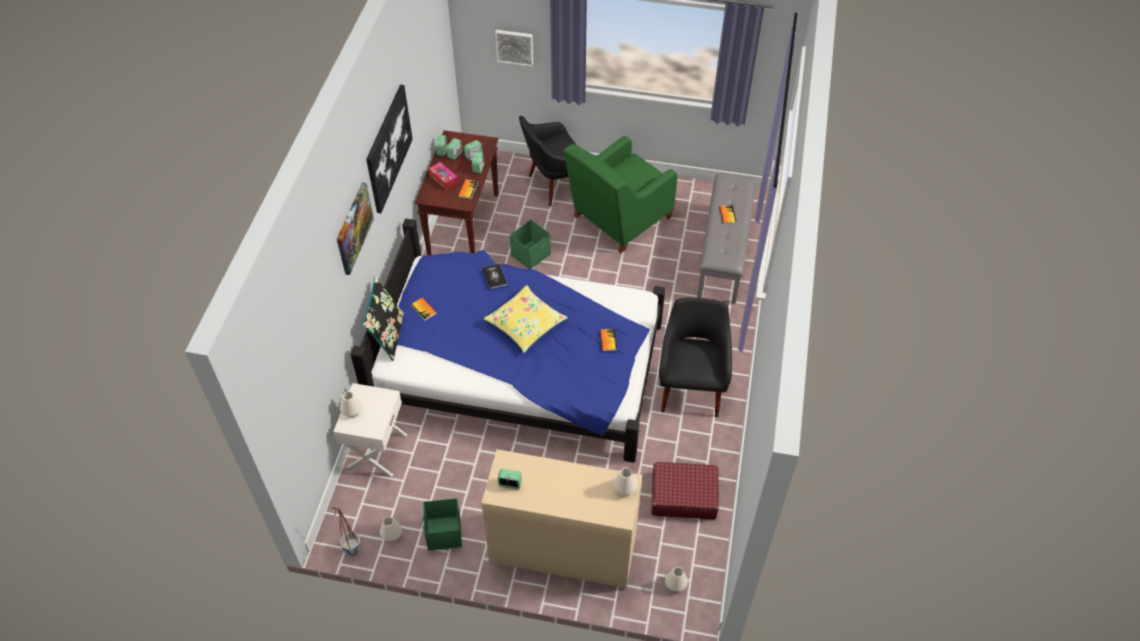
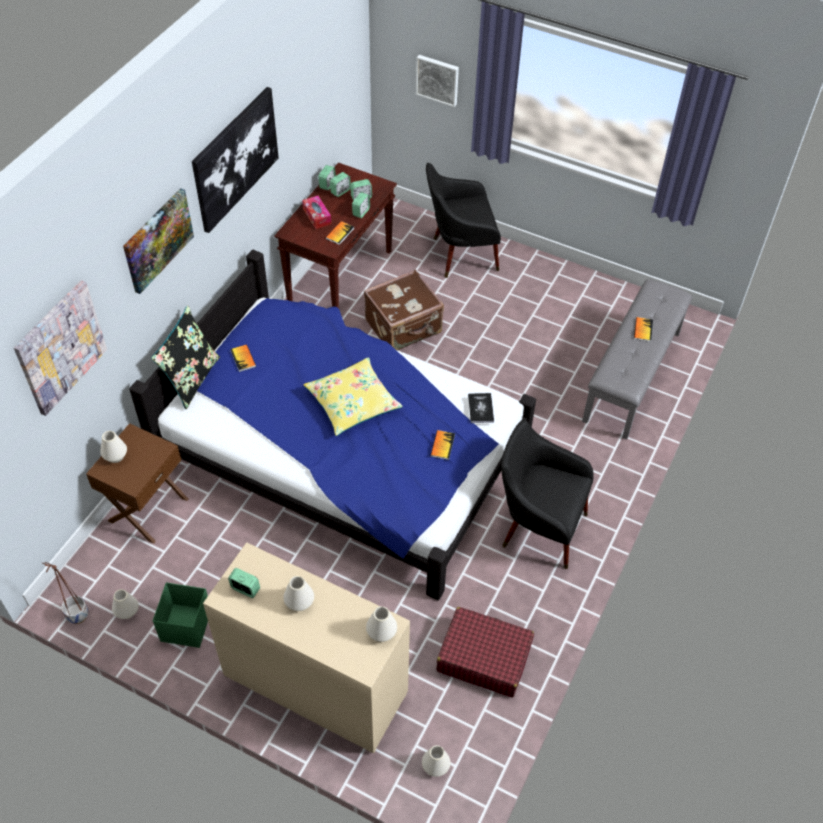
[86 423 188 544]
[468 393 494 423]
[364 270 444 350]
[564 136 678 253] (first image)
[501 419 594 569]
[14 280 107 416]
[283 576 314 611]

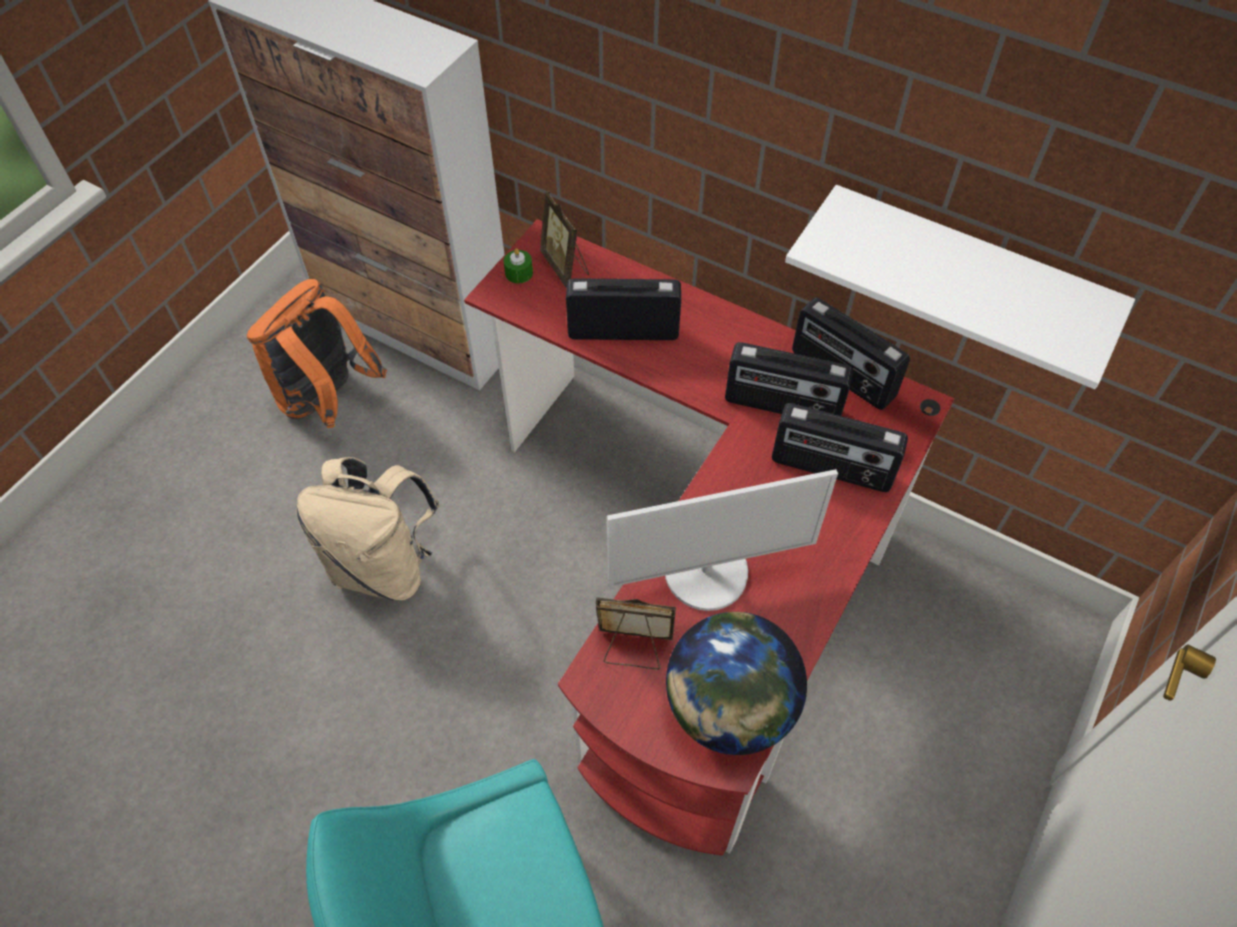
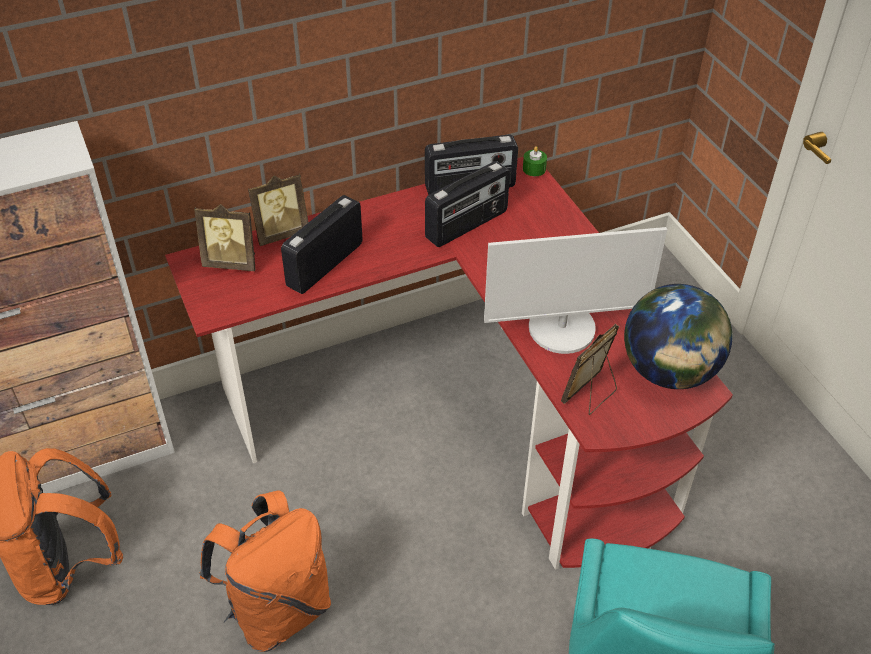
[199 490 331 652]
[523 146 547 176]
[484 227 667 354]
[772 403 908 492] (first image)
[785 185 1135 389] (first image)
[248 174 308 246]

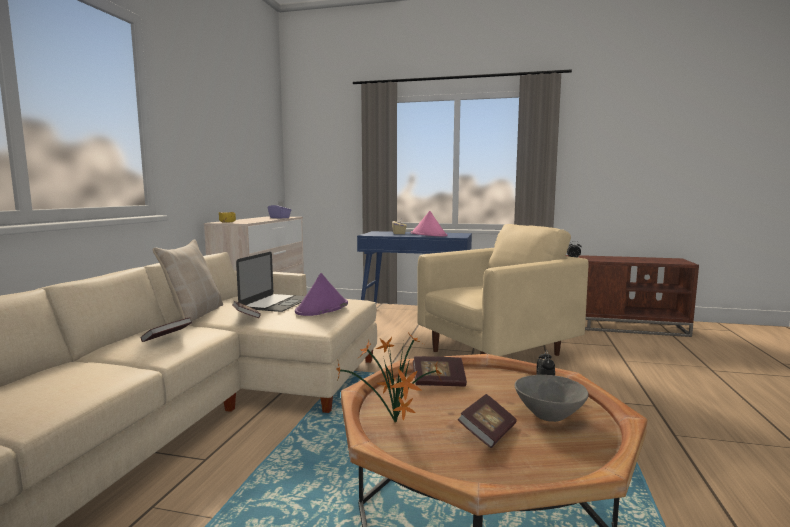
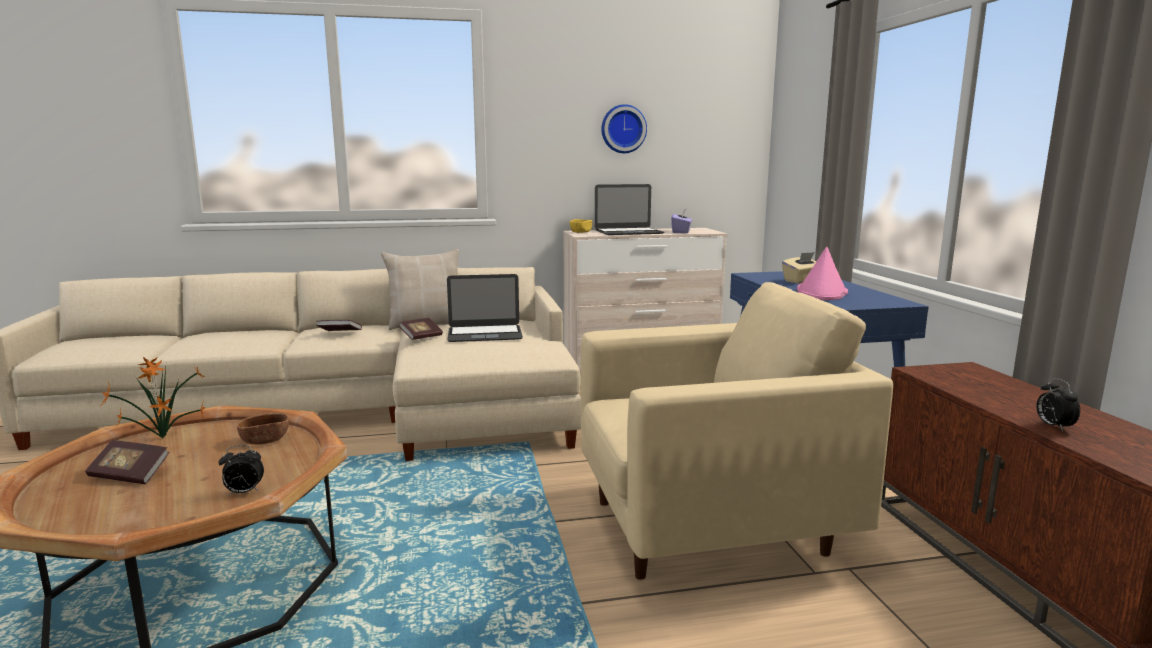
[295 273 348 316] (first image)
[237 413 289 445]
[580 282 893 580]
[515 375 589 422] (first image)
[595 184 665 235]
[601 104 647 153]

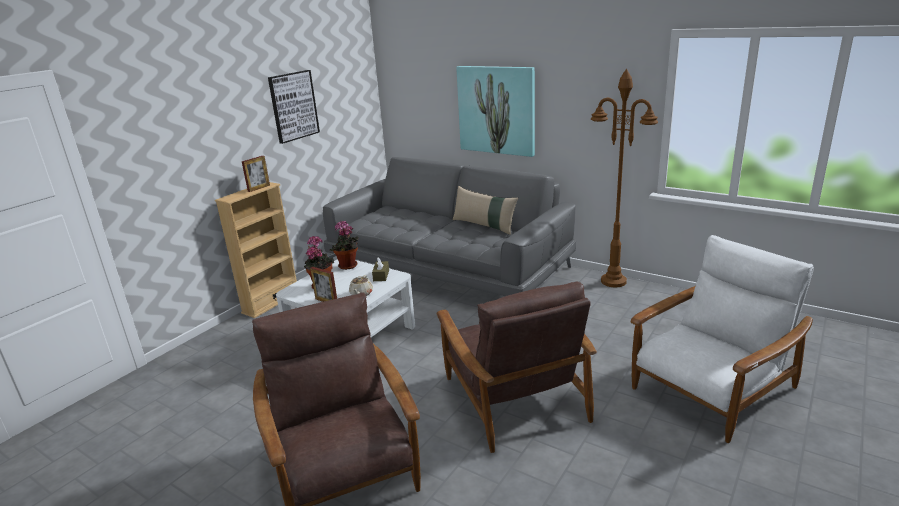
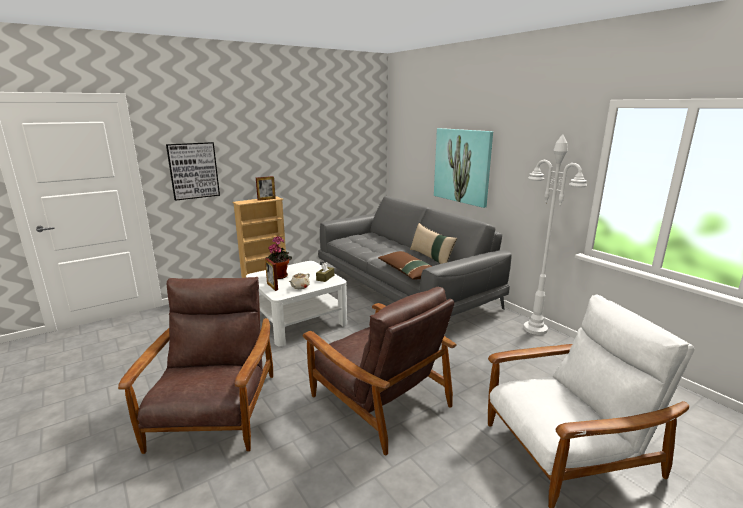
[166 142 220 201]
[330 221 359 270] (first image)
[303 287 457 455]
[524 134 587 335]
[378 251 432 280]

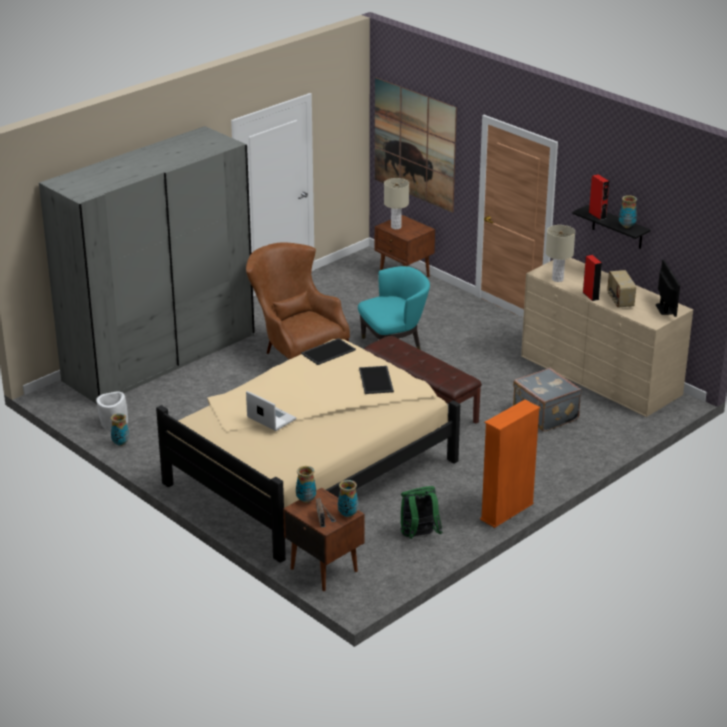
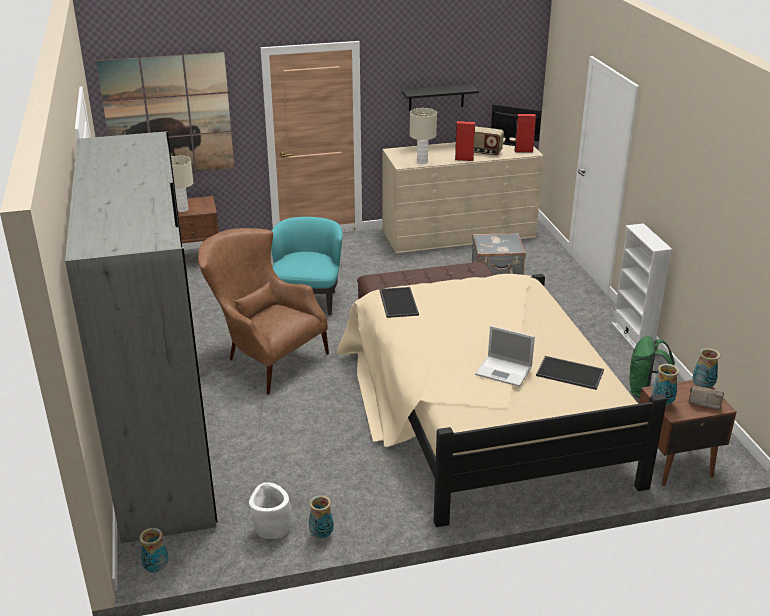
[198 228 329 394]
[475 326 535 387]
[536 356 604 390]
[612 223 672 349]
[514 114 536 153]
[139 528 168 573]

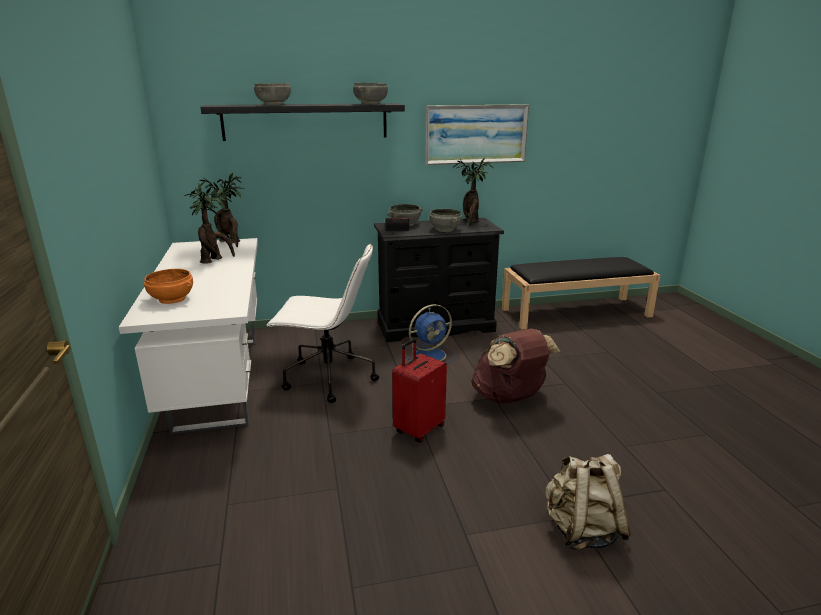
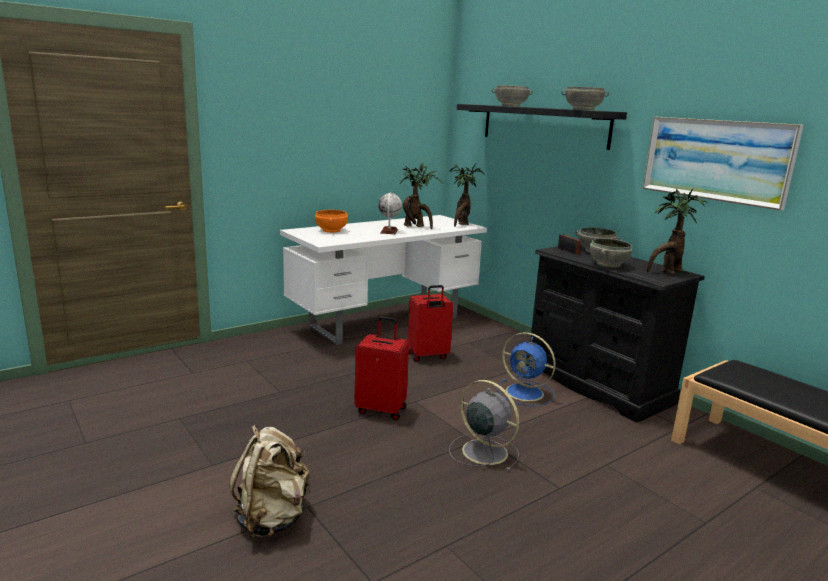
[408 285 453 362]
[449 380 520 471]
[378 193 402 234]

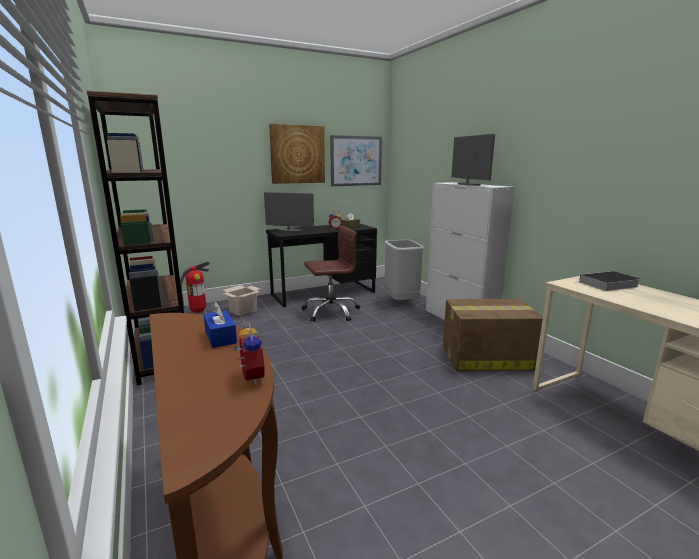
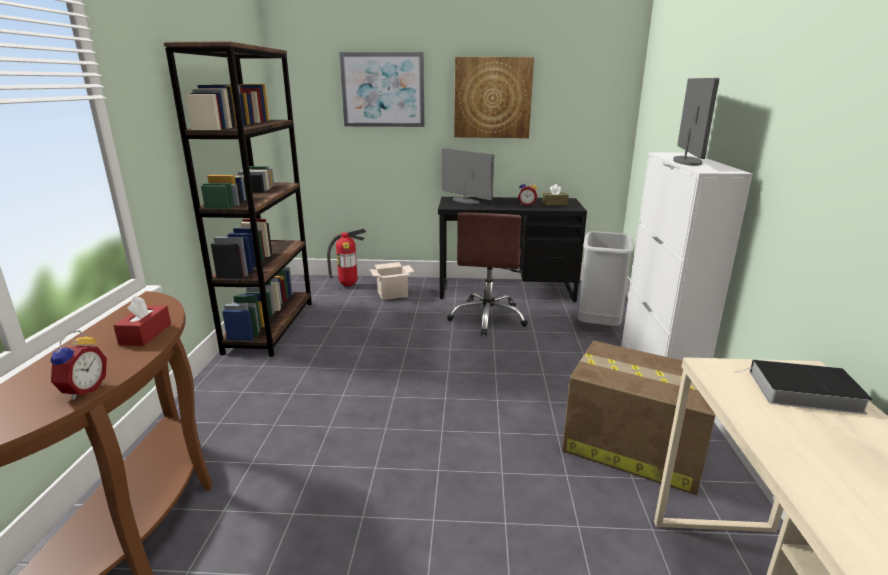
[113 295 171 346]
[447 213 528 336]
[339 52 425 127]

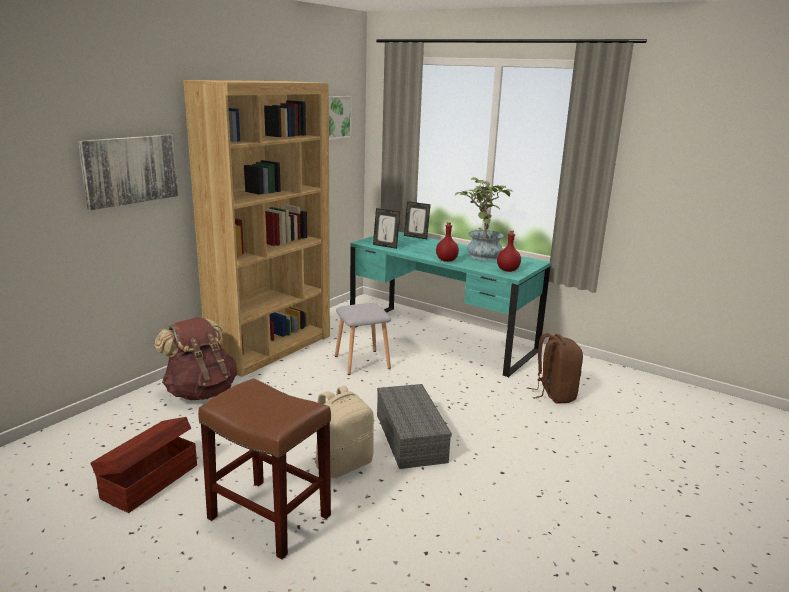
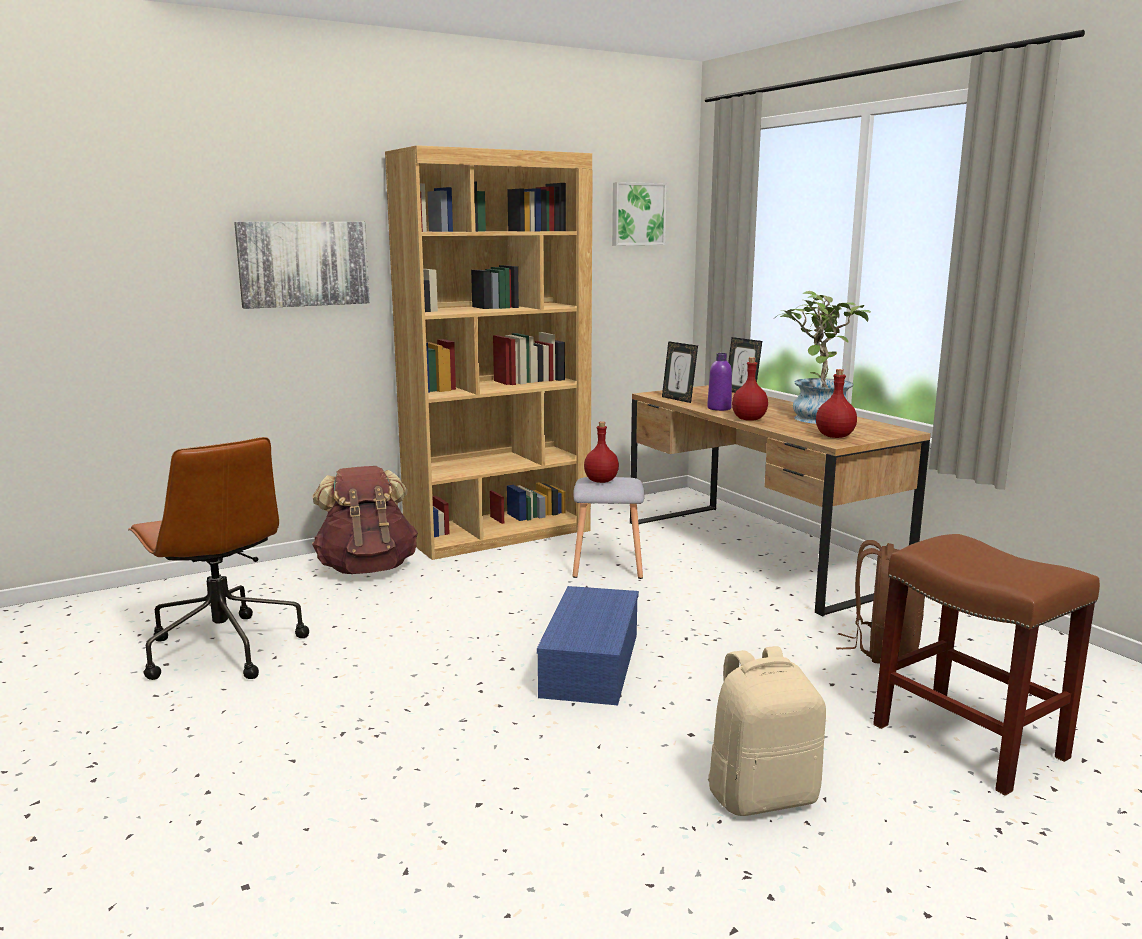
[128 437 309 680]
[873 534 1100 796]
[708 646 826 816]
[630 385 931 616]
[537 586 639 705]
[584 421 619 483]
[707 353 732 411]

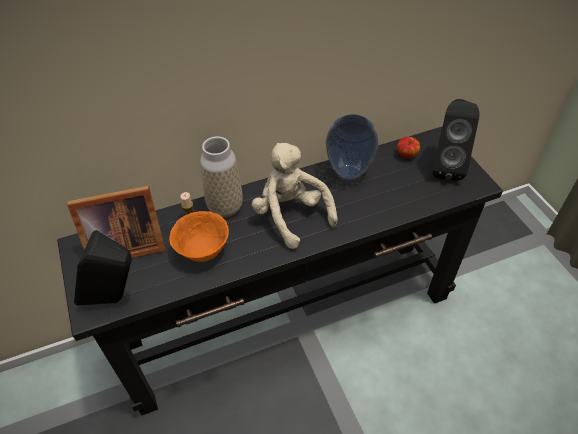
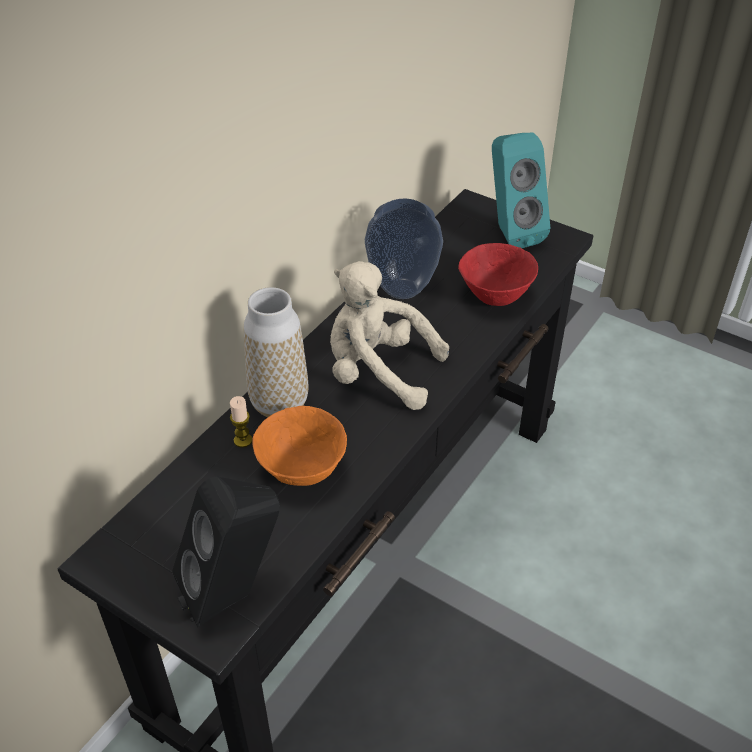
[67 186 166 258] (first image)
[397 137 420 158] (first image)
[492 132 550 248]
[458 243 538 306]

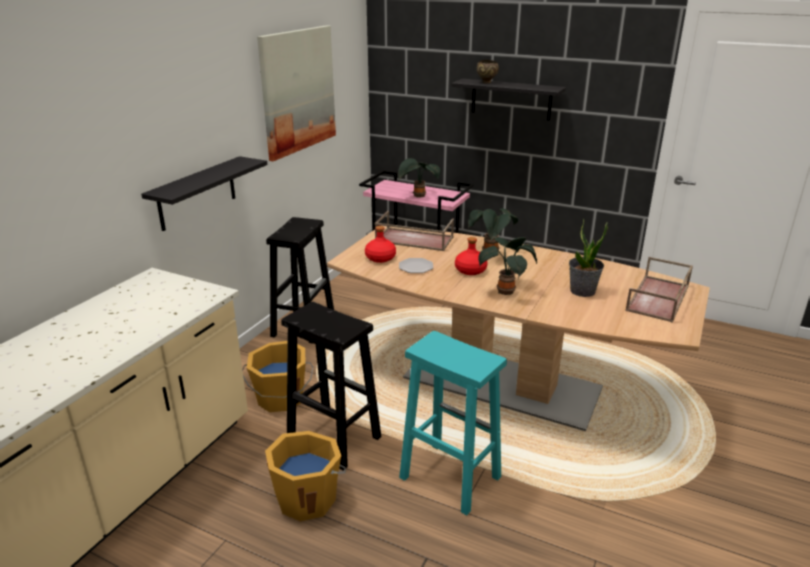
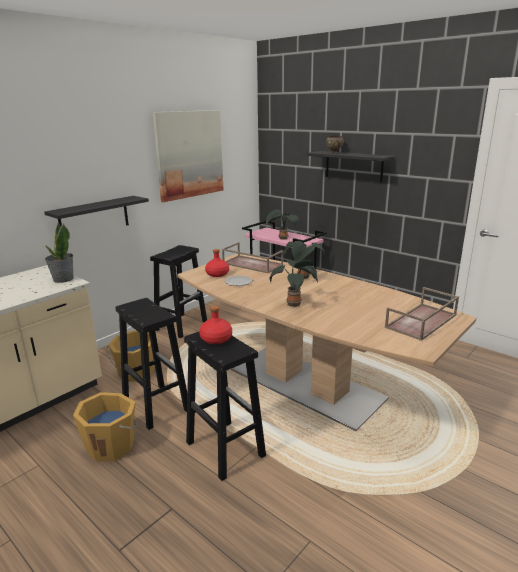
[184 332 266 481]
[199 306 232 344]
[45 222 74 283]

